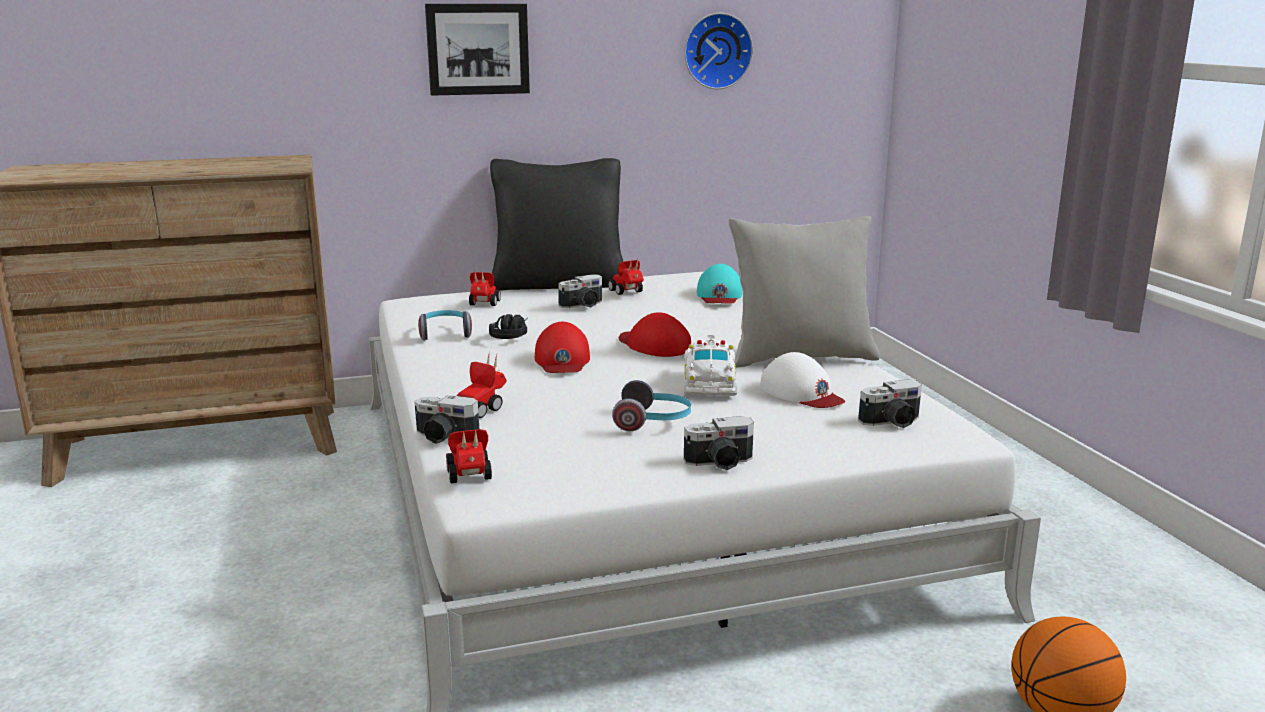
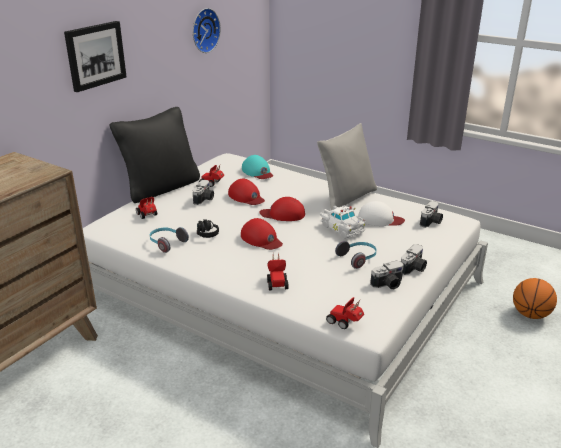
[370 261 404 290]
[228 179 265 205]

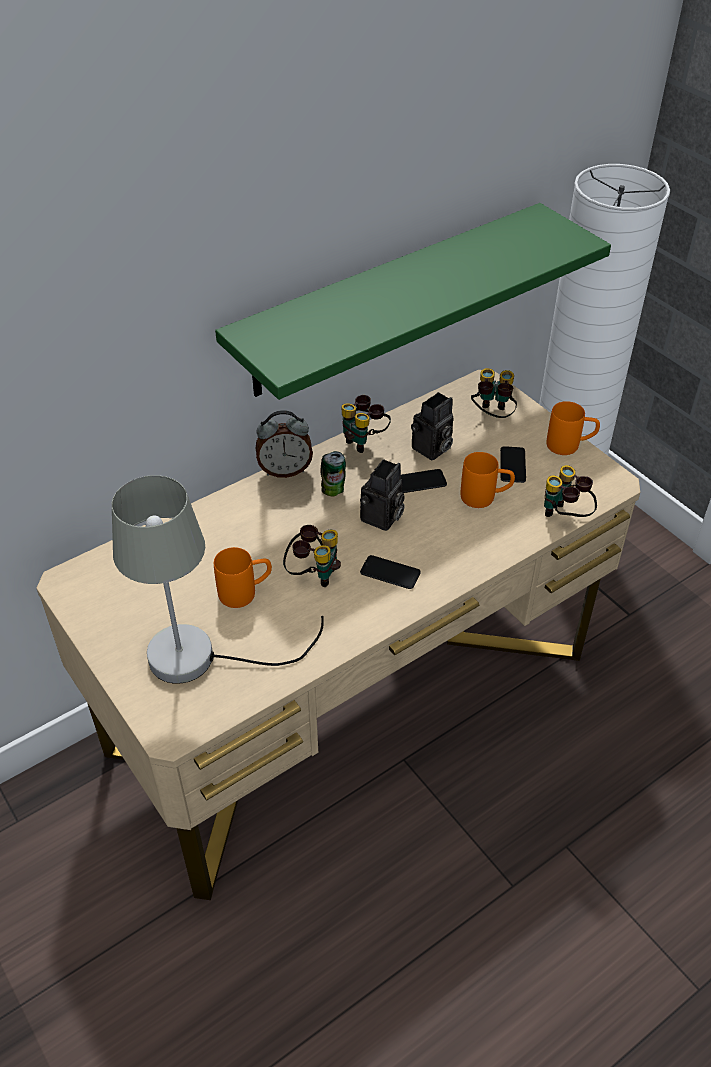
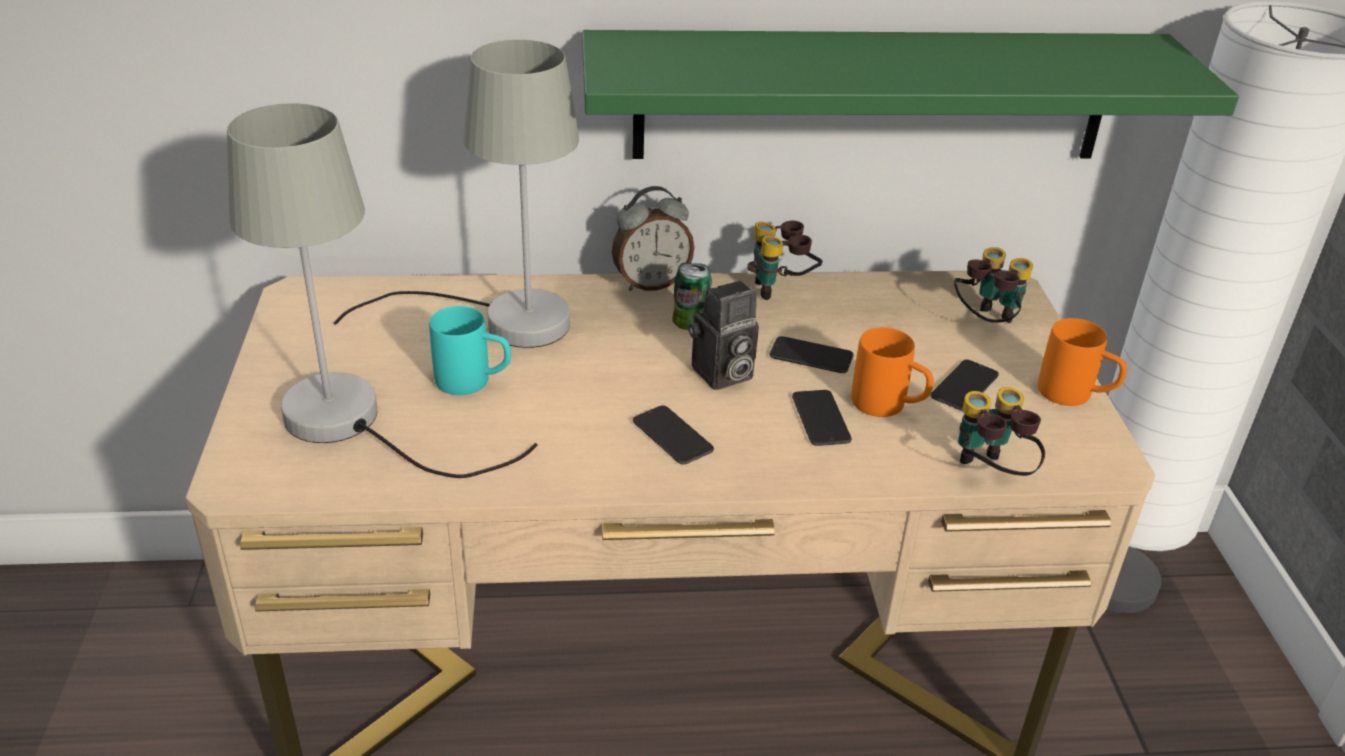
[429 306 511 395]
[612 186 695 291]
[283 525 341 587] (first image)
[411 392 453 460] (first image)
[334 40 579 348]
[792 390 852 446]

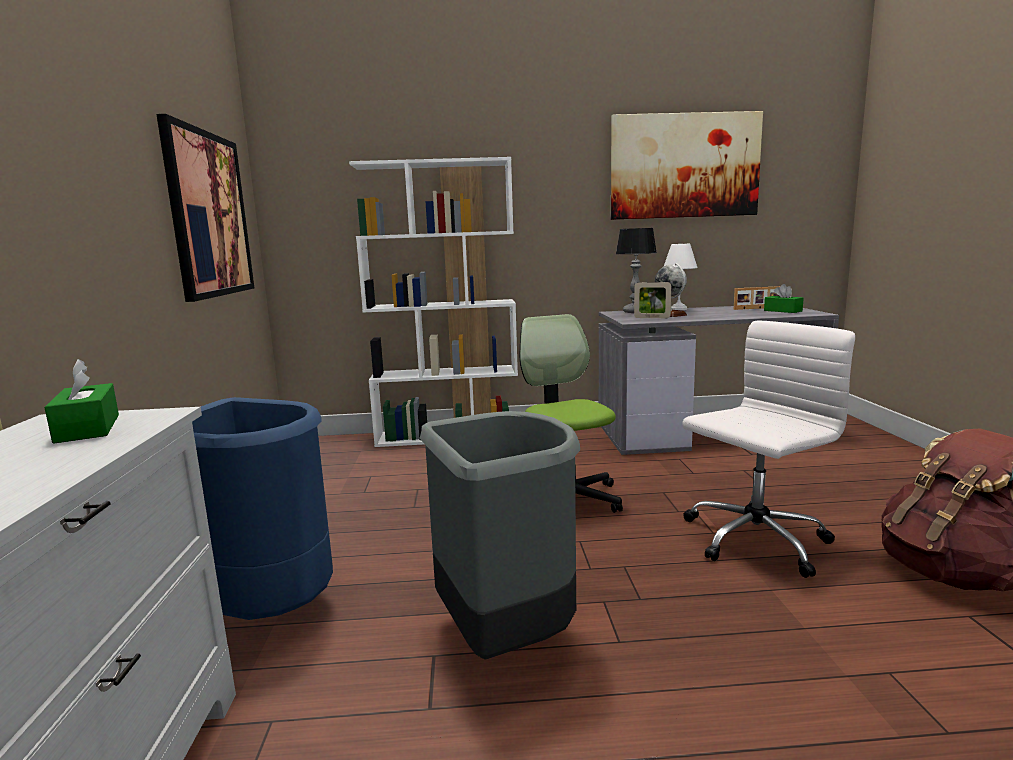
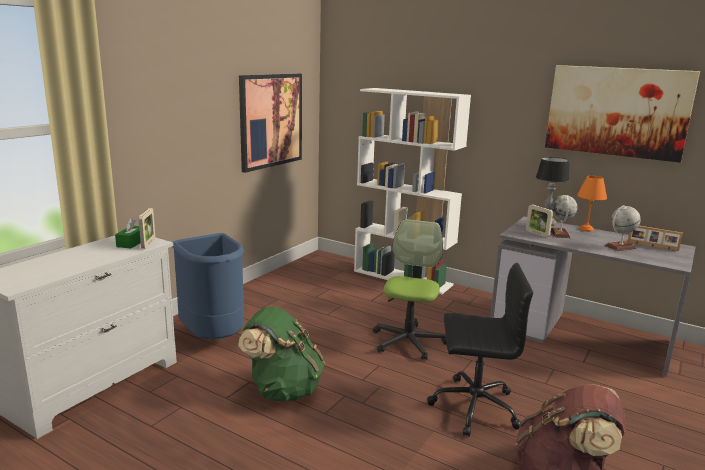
[238 307 325 402]
[577 176 607 232]
[427 263 533 437]
[764 284 804 313] (first image)
[139 208 155 249]
[605 205 641 251]

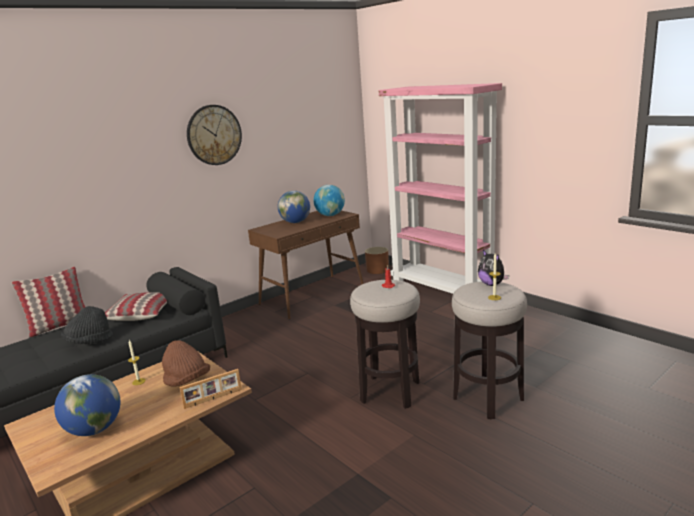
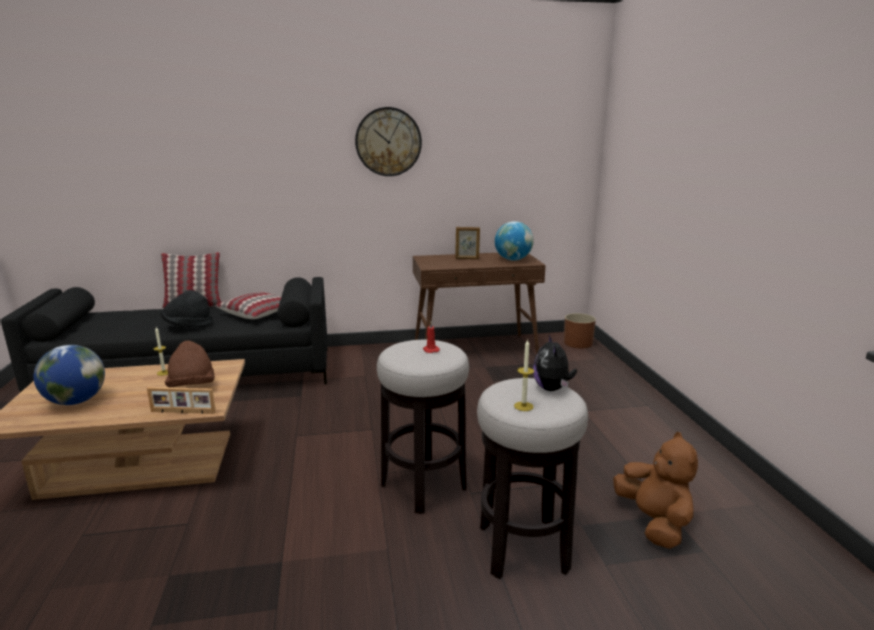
[455 227 480 259]
[379 83 502 294] (first image)
[613 432 698 549]

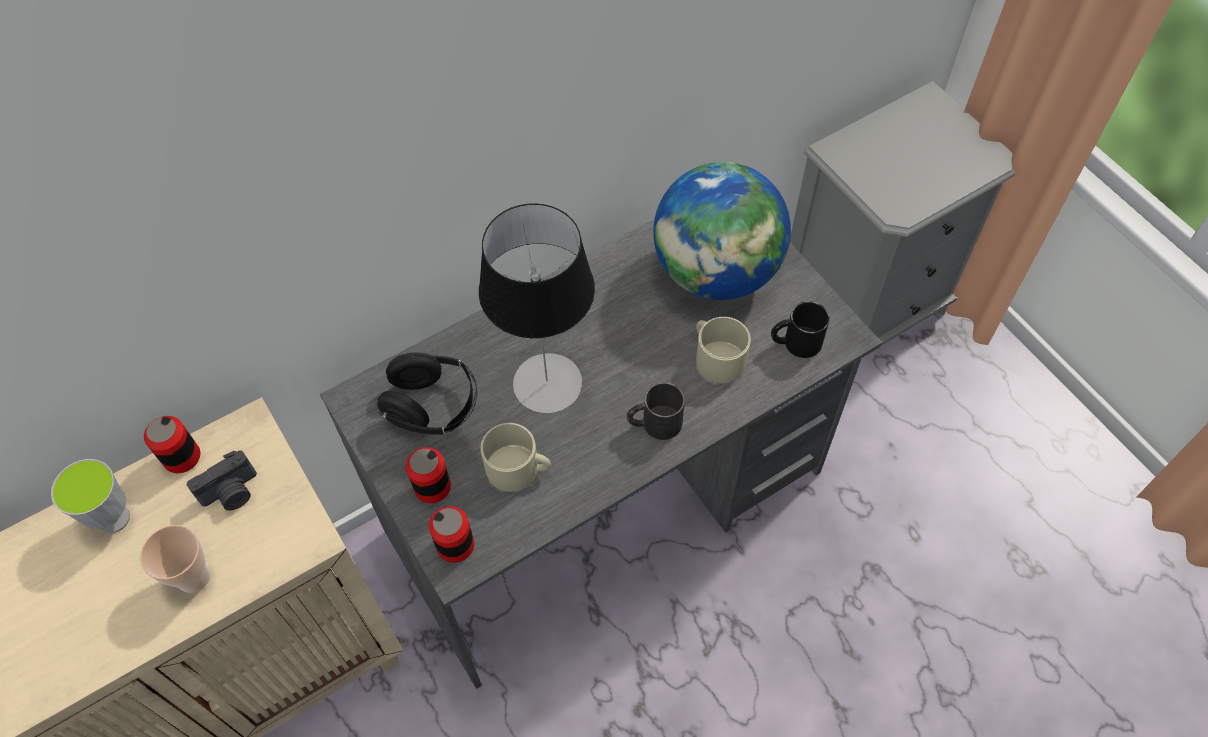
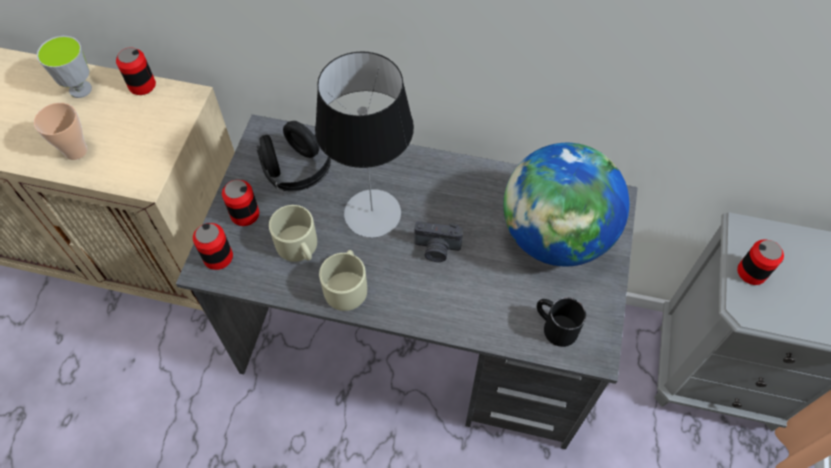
[414 221 463 262]
[627 382 685 440] (first image)
[319 250 367 311]
[737 240 784 285]

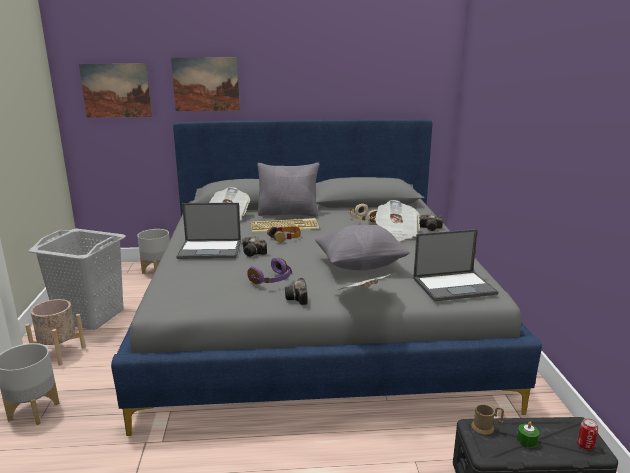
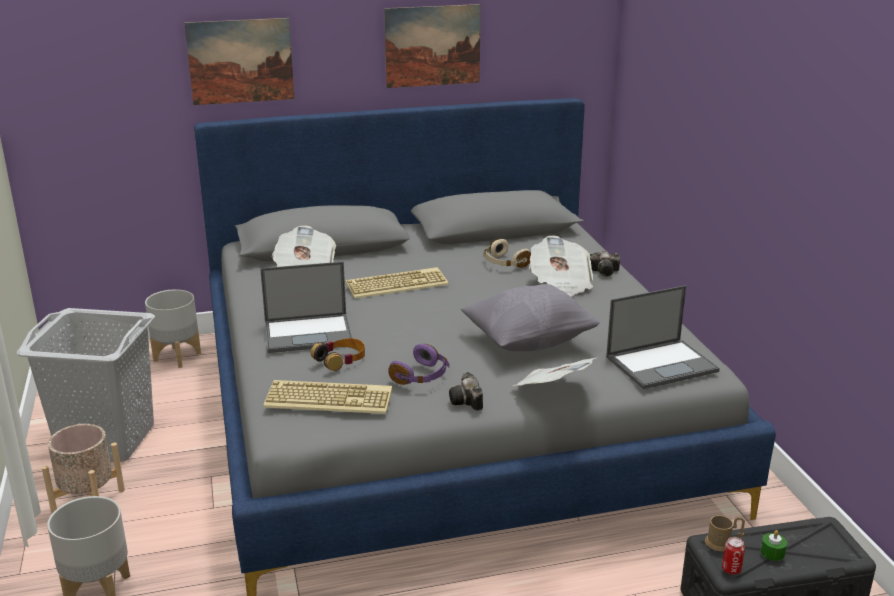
[384 4 481 88]
[242 236 267 257] (first image)
[257 162 320 217] (first image)
[311 338 365 371]
[722 537 745 574]
[263 380 392 414]

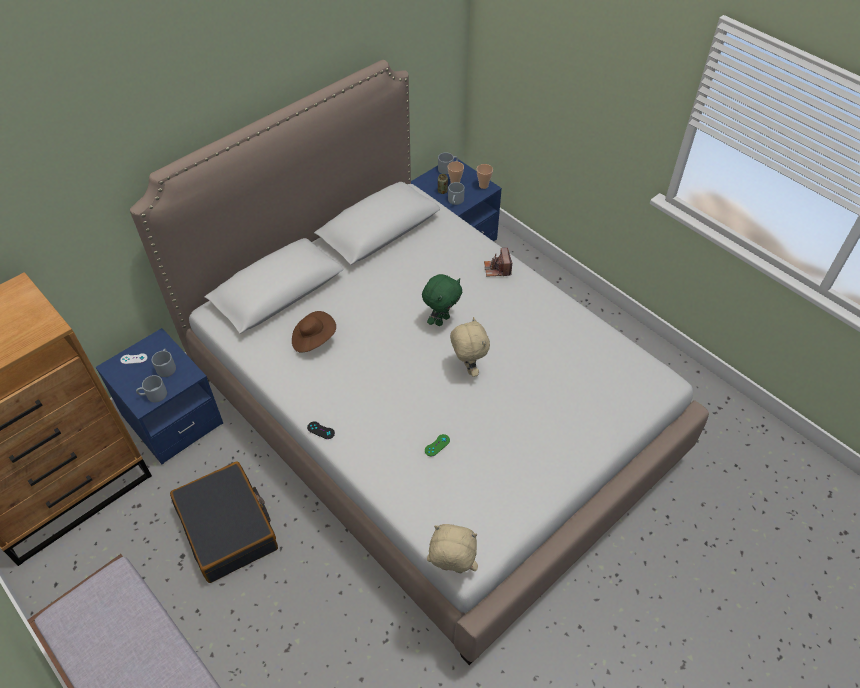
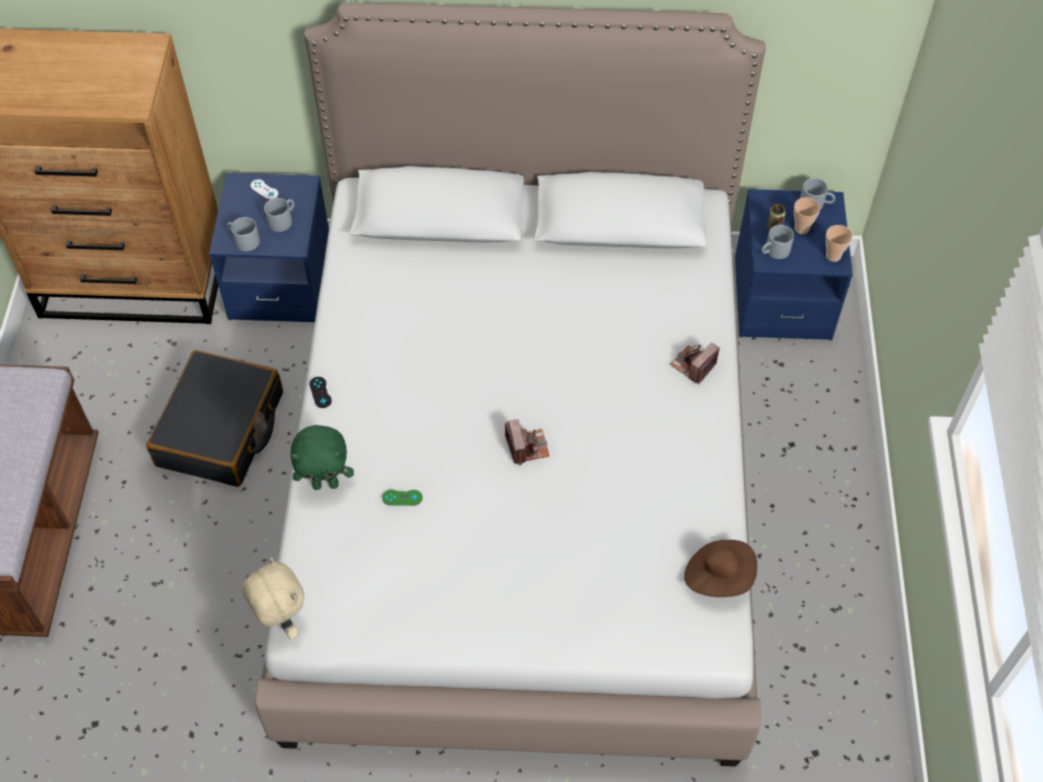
[684 540 757 597]
[290 425 354 490]
[505 419 550 465]

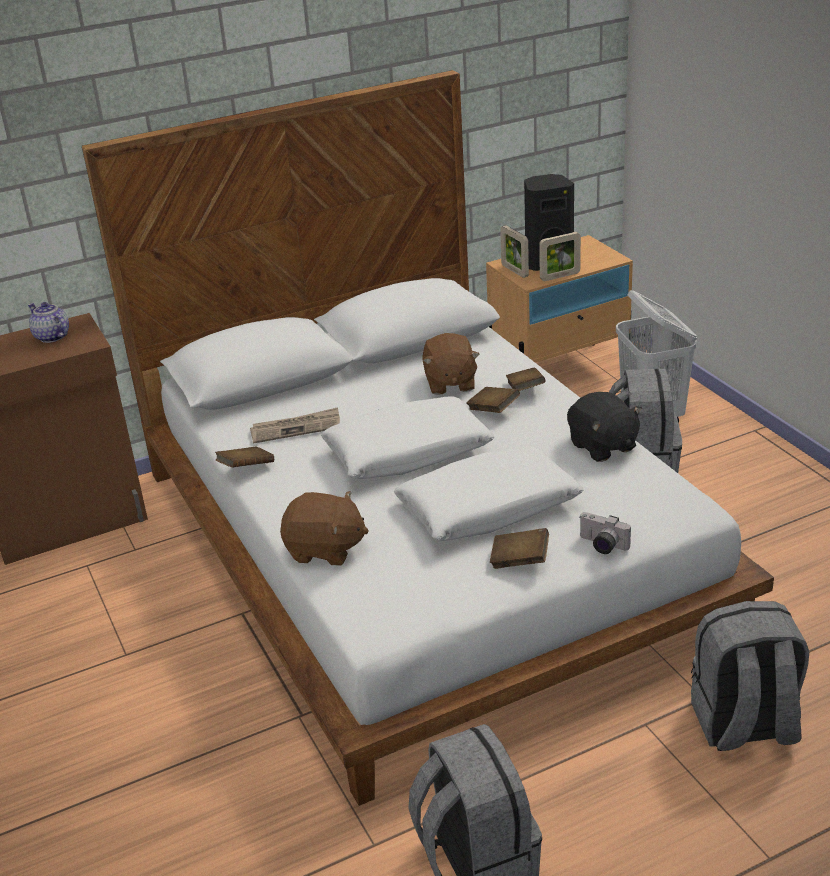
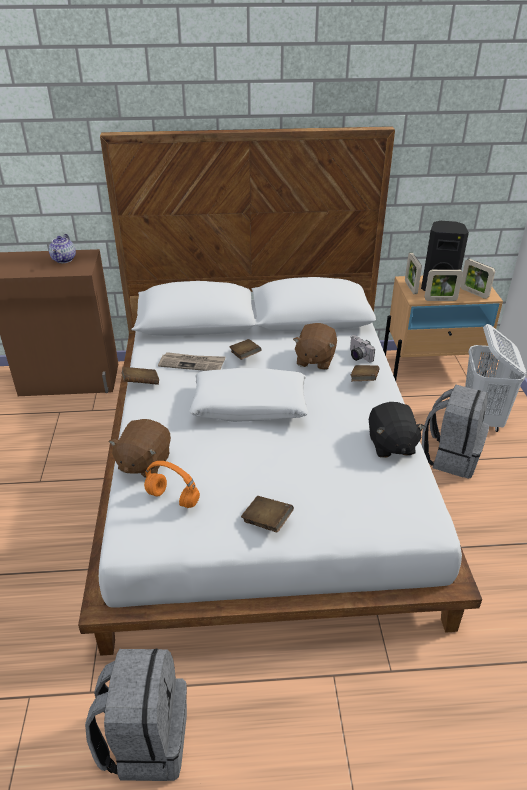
[49 234 76 263]
[109 419 171 478]
[394 445 584 541] (first image)
[229 339 261 360]
[350 335 375 362]
[691 601 809 751] (first image)
[144 461 200 508]
[460 259 495 299]

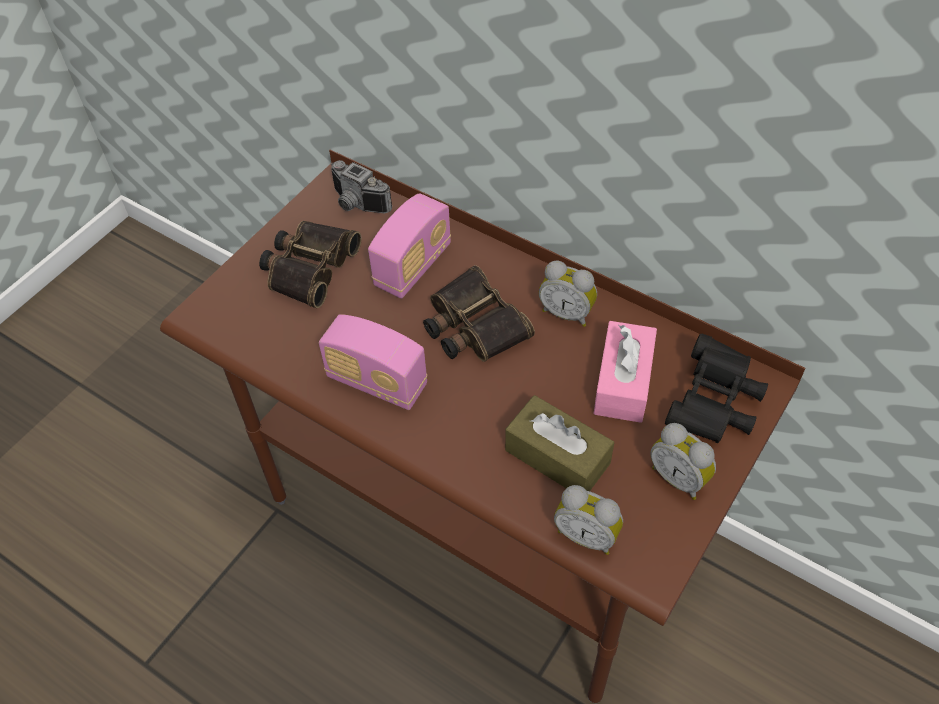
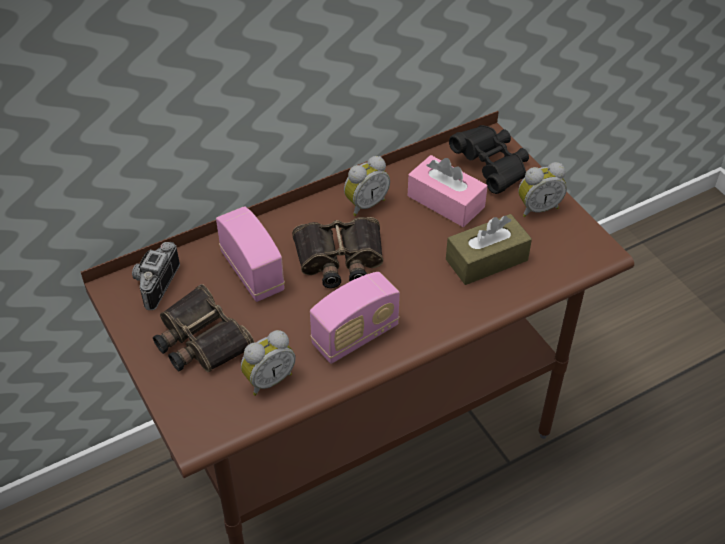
[132 242 180 310]
[241 330 296 396]

